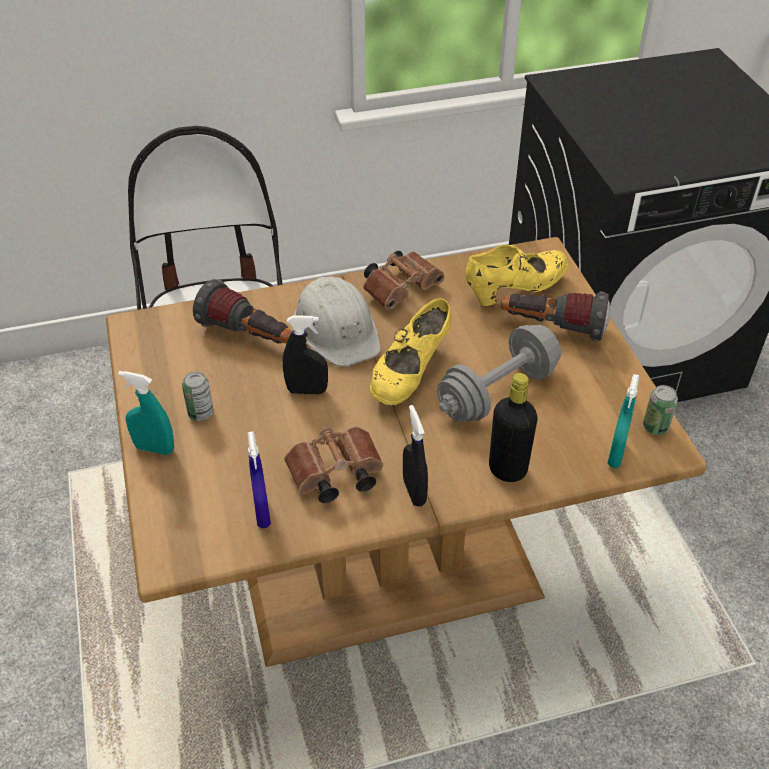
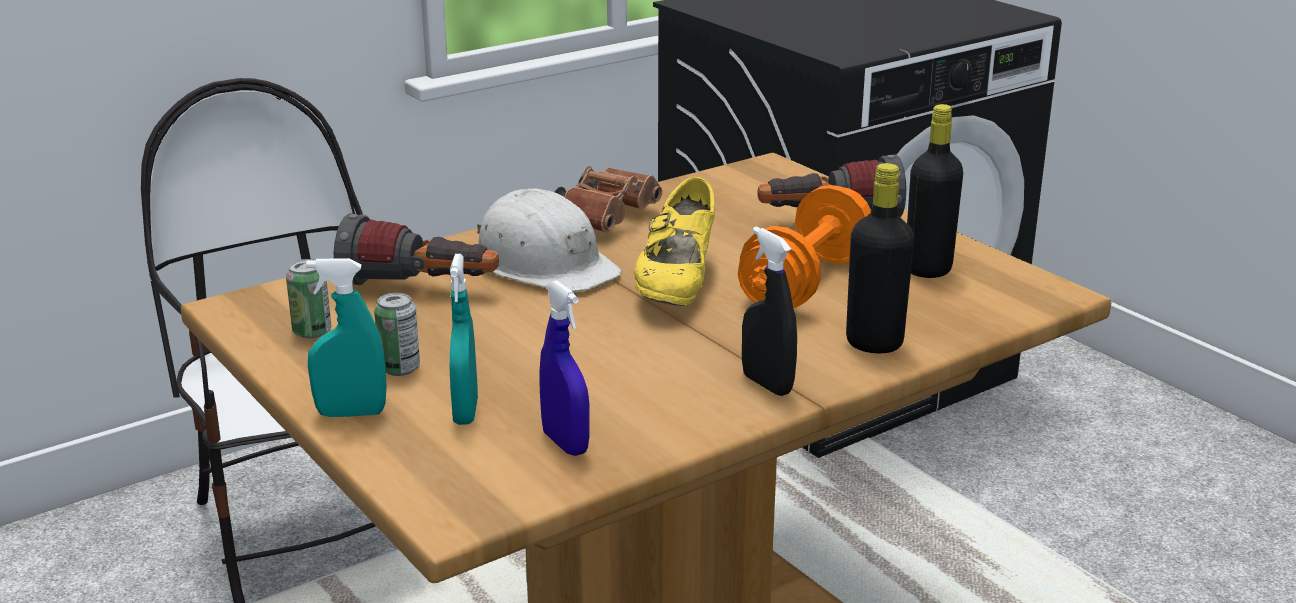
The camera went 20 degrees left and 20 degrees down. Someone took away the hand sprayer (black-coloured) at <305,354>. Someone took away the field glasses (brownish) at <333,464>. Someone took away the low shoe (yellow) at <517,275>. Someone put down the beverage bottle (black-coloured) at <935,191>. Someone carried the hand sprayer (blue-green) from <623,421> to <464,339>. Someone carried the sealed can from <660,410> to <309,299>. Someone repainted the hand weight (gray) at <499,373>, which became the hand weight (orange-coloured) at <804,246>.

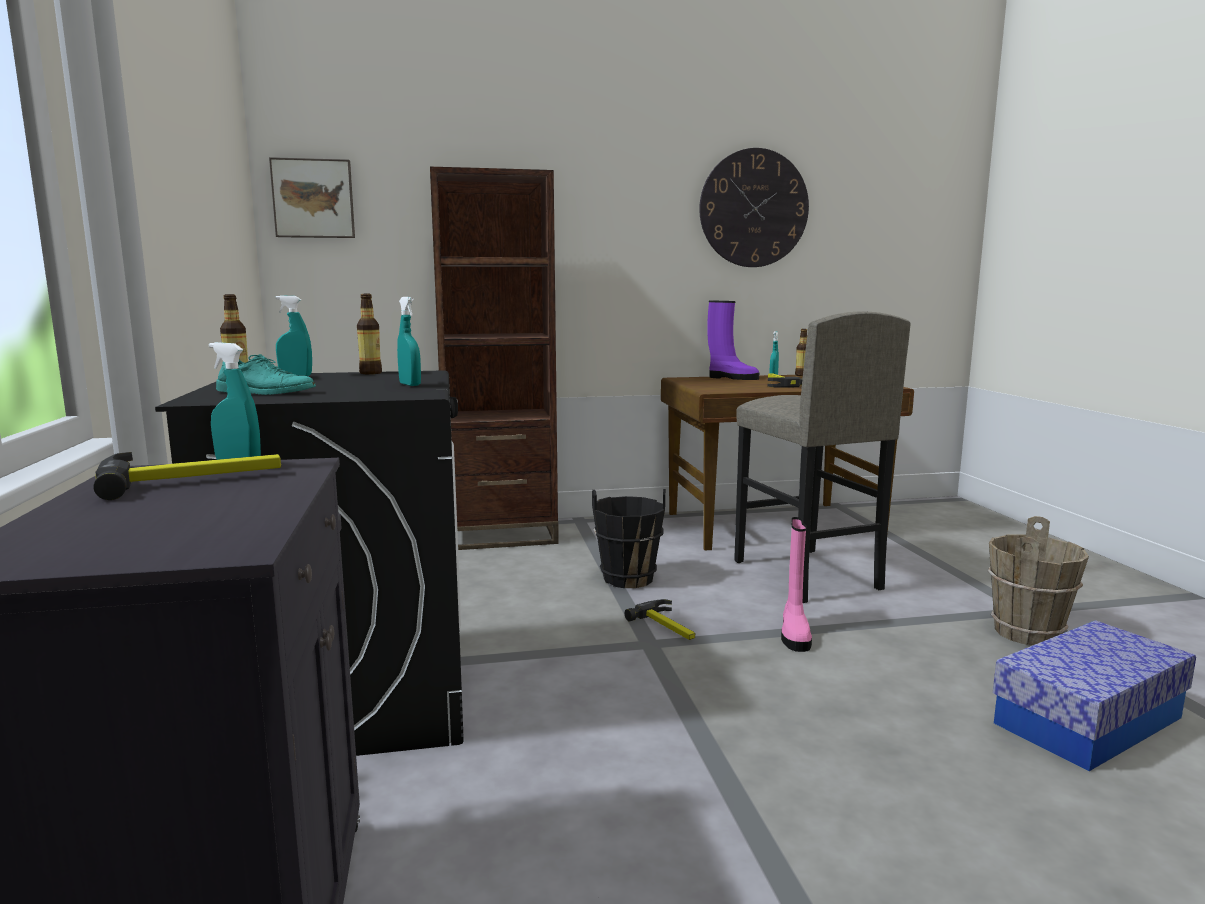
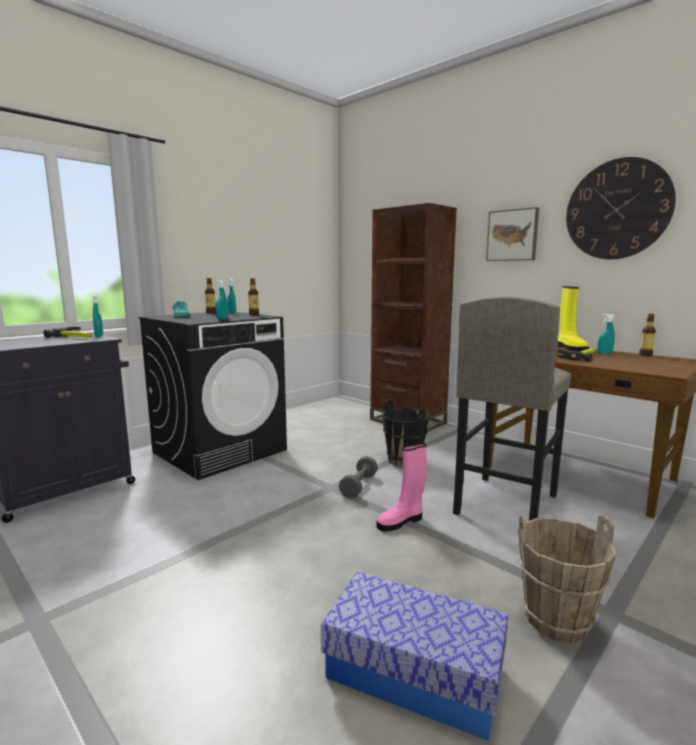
The camera went 55 degrees right and 0 degrees up. Someone carried the wall art from <312,197> to <512,234>. Someone swapped the tool hammer at <659,619> for the hand weight (gray) at <358,477>. Someone repainted the tall boot (purple-coloured) at <733,340>, which became the tall boot (yellow) at <573,319>.

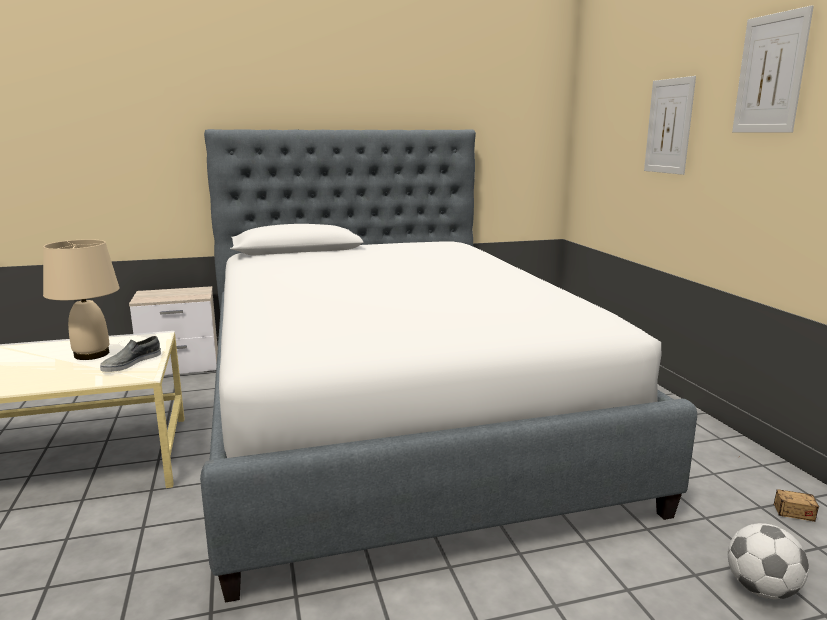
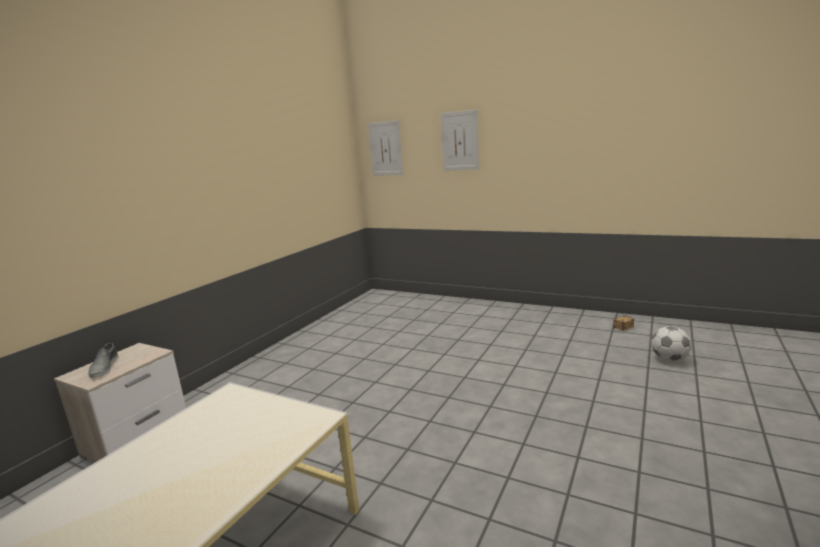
The camera went 45 degrees left and 0 degrees up. Someone took away the tabletop lamp (beige-coloured) at <81,299>. Someone took away the bedroom bed at <448,366>. Someone carried the low shoe (gray) from <130,354> to <103,360>. Someone carried the wall art from <773,69> to <385,148>.

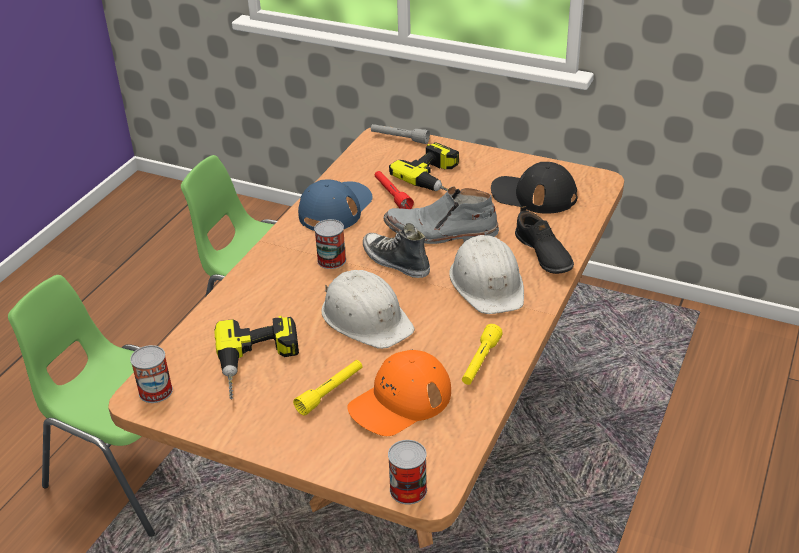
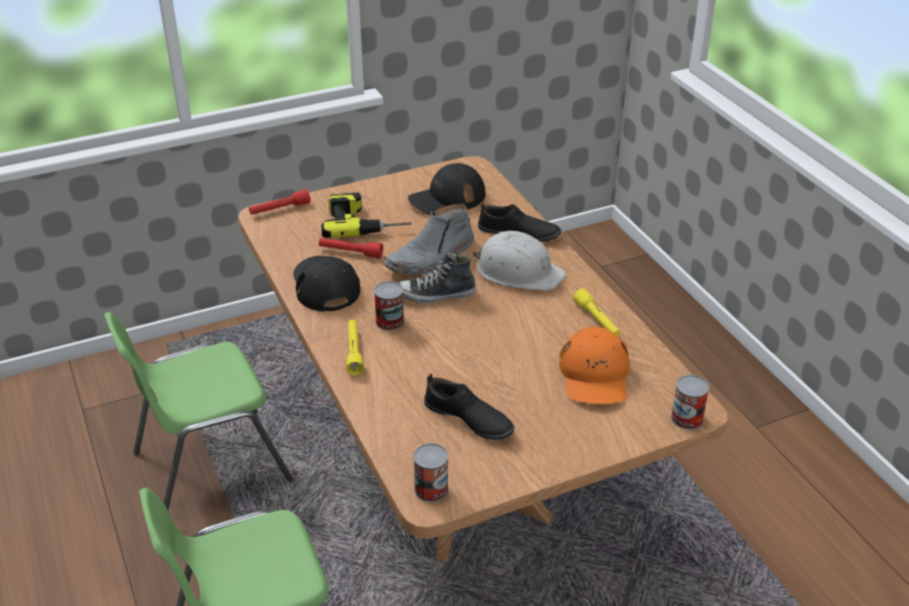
The camera went 50 degrees left and 0 degrees up. Someone took away the hard hat (white) at <368,309>. Someone carried the torch (yellow) from <327,388> to <355,347>. Someone swapped the drill at <256,358> for the low shoe (black-coloured) at <469,406>. Someone repainted the cap (blue) at <335,205>, which became the cap (black-coloured) at <326,284>. Someone repainted the torch (gray) at <400,134>, which became the torch (red-coloured) at <279,202>.

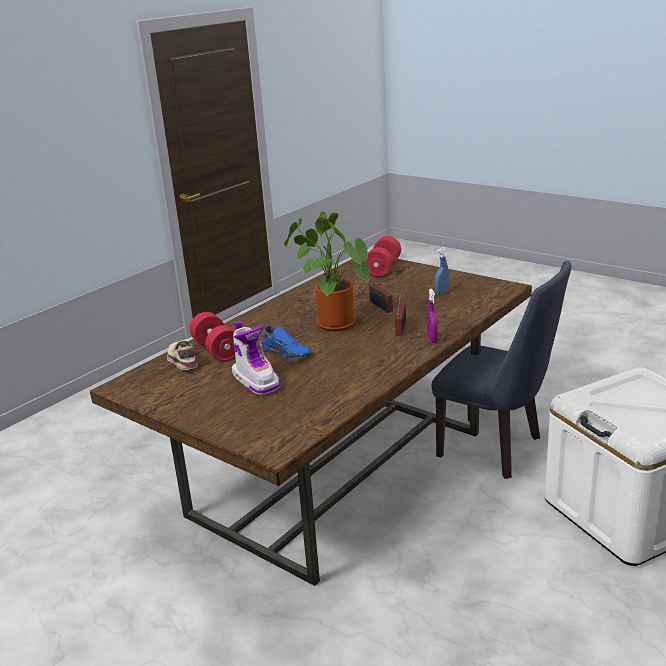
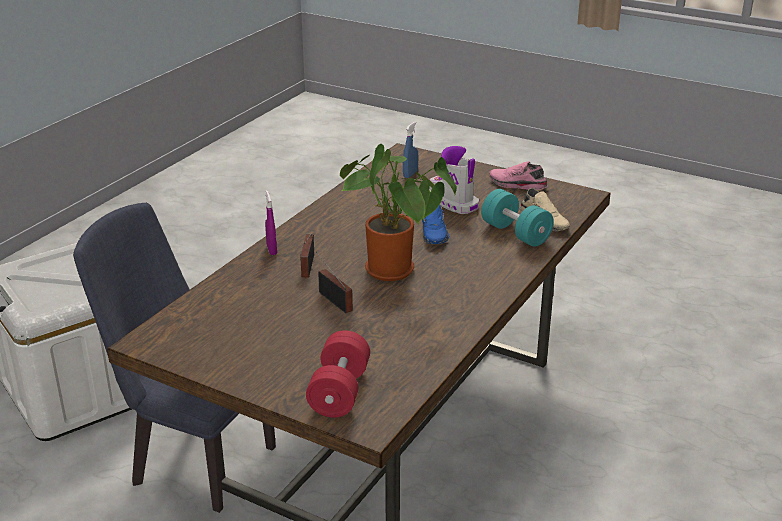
The camera went 170 degrees right and 5 degrees up. Someone put down the low shoe (pink) at <518,175>. Someone carried the hand sprayer (blue) from <442,271> to <410,149>. Someone repainted the hand weight (red-coloured) at <212,337>, which became the hand weight (blue-green) at <517,218>. Someone rotated the low shoe (blue) at <286,343> by 120 degrees counterclockwise.

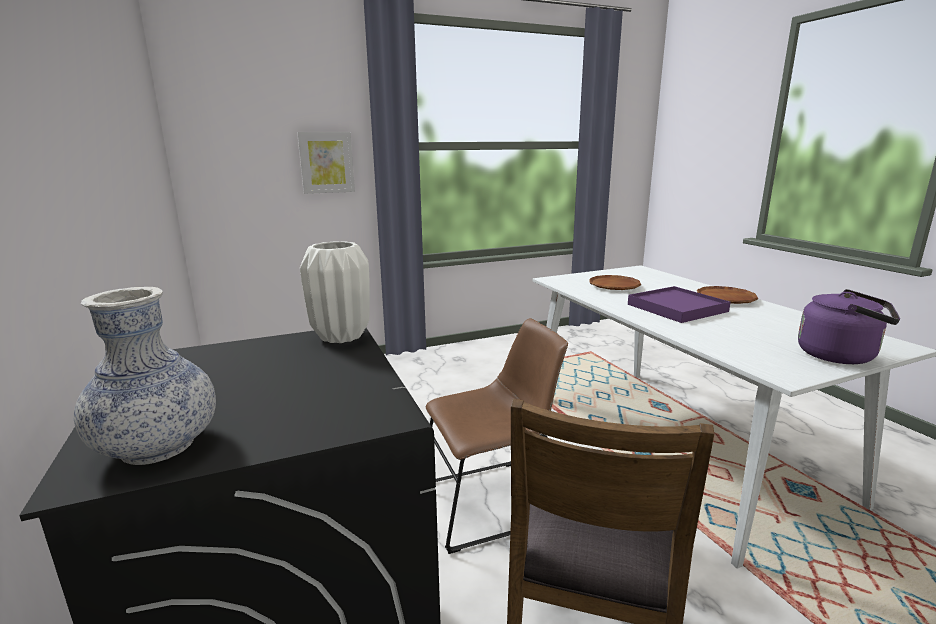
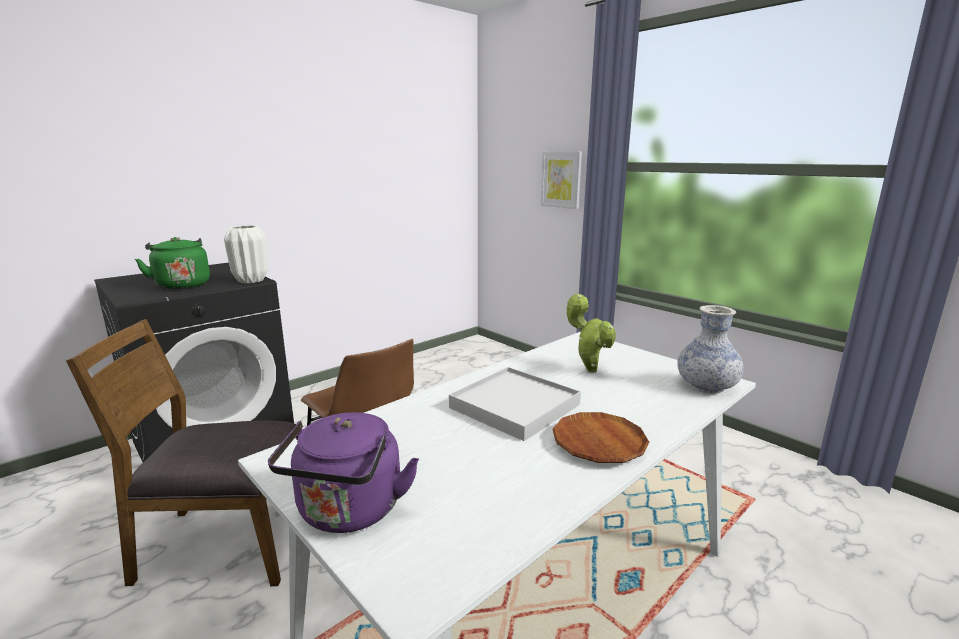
The camera went 70 degrees right and 0 degrees up. Someone put down the tea kettle (green-coloured) at <172,263>. Someone carried the flower vase from <145,376> to <710,349>. Someone swapped the flat dish (brownish) at <615,282> for the plant in a pot at <591,333>. Someone repainted the serving tray (purple-coloured) at <679,304>, which became the serving tray (white) at <515,404>.

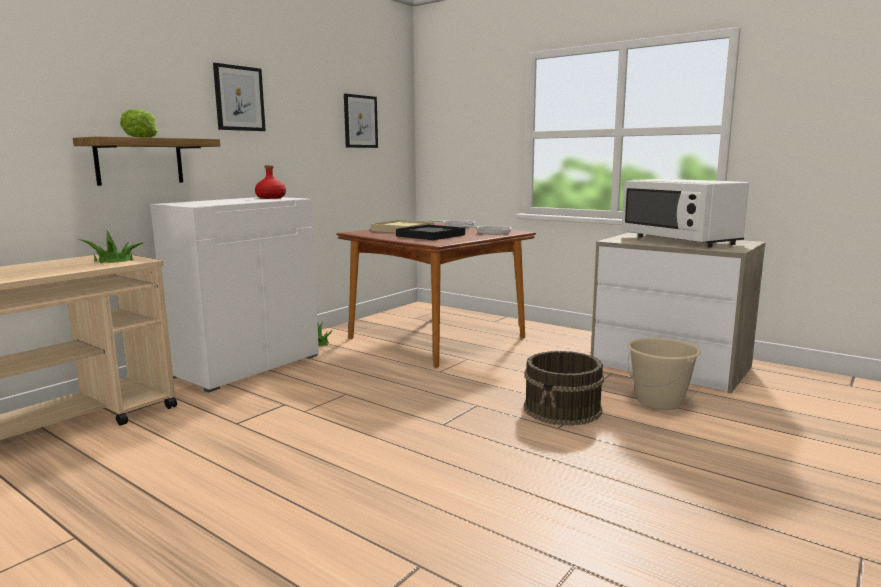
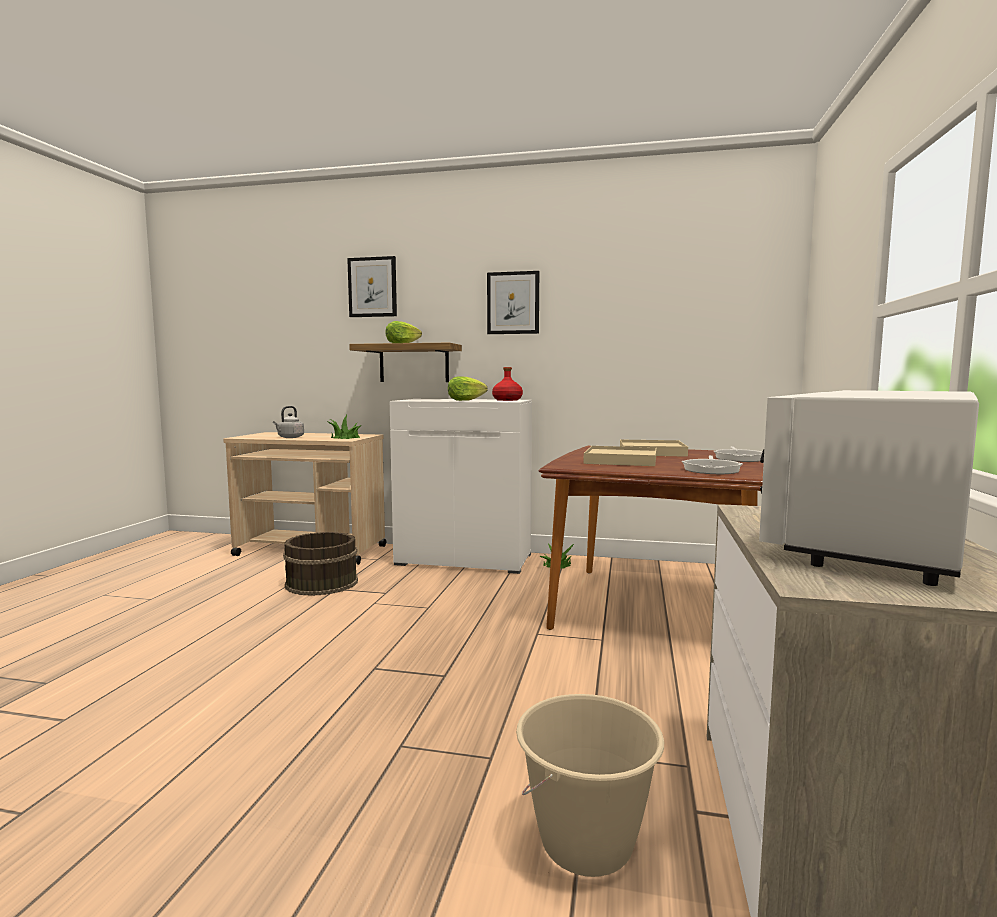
The camera went 65 degrees right and 5 degrees down. Someone put down the tea kettle (gray) at <288,422>. Someone put down the lettuce at <468,388>. Someone carried the wall art from <361,121> to <372,286>. Someone carried the pail (brownish) from <564,388> to <320,564>. Someone repainted the serving tray (black-coloured) at <430,232>, which became the serving tray (beige-coloured) at <620,456>.

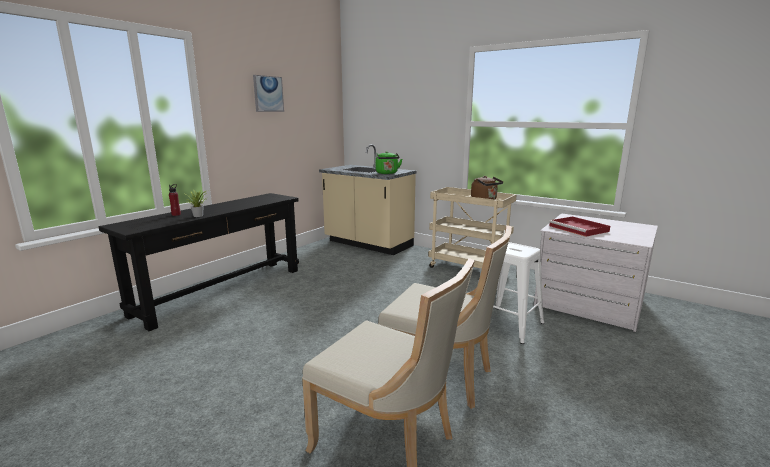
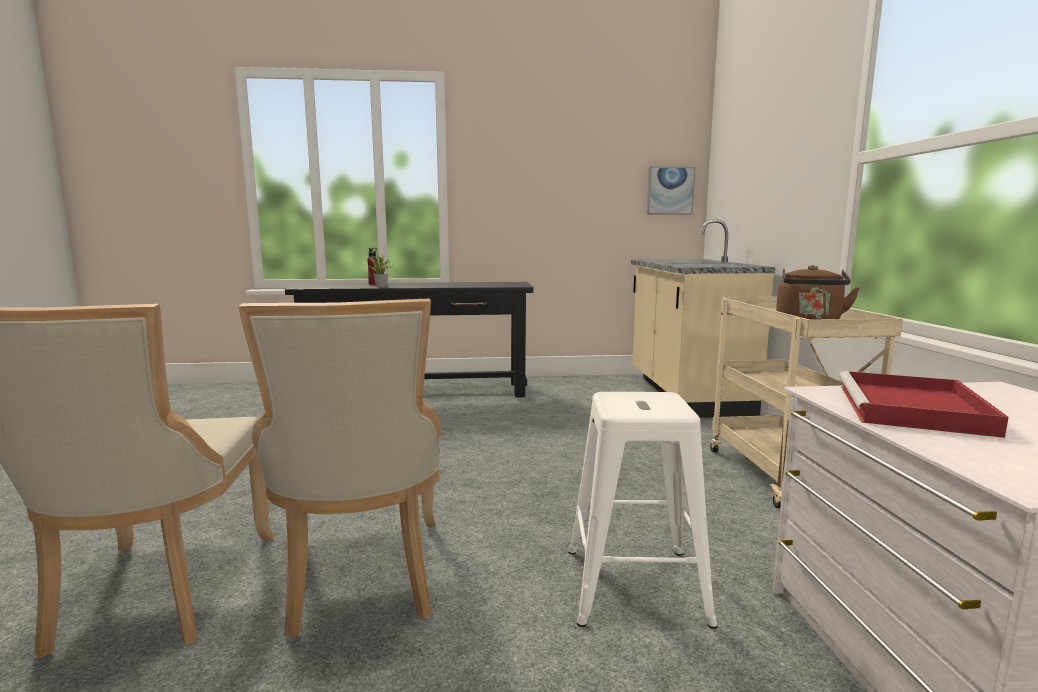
The camera went 50 degrees right and 5 degrees down. Someone took away the tea kettle (green-coloured) at <389,162>. Someone carried the wall art from <268,93> to <671,190>.

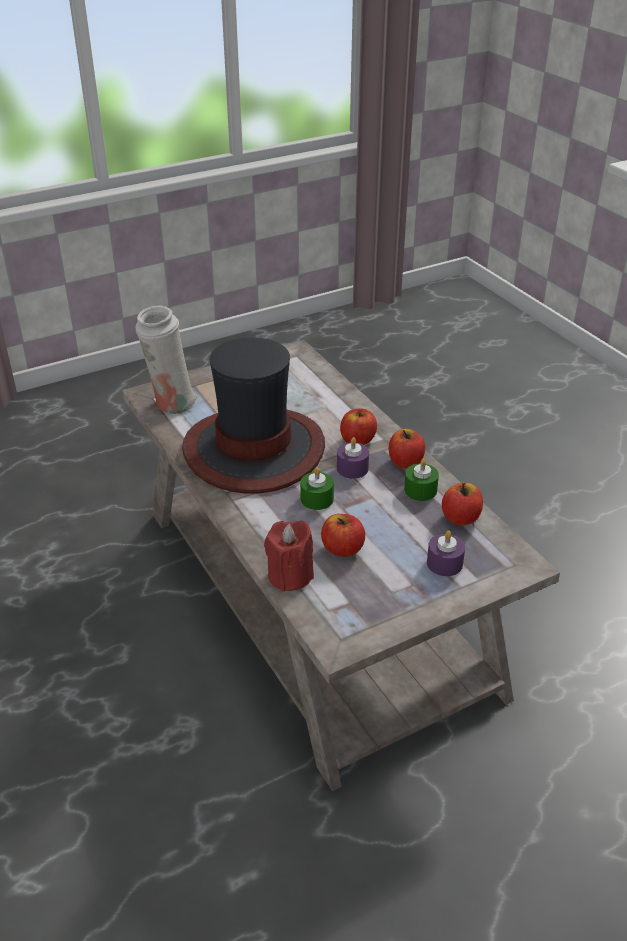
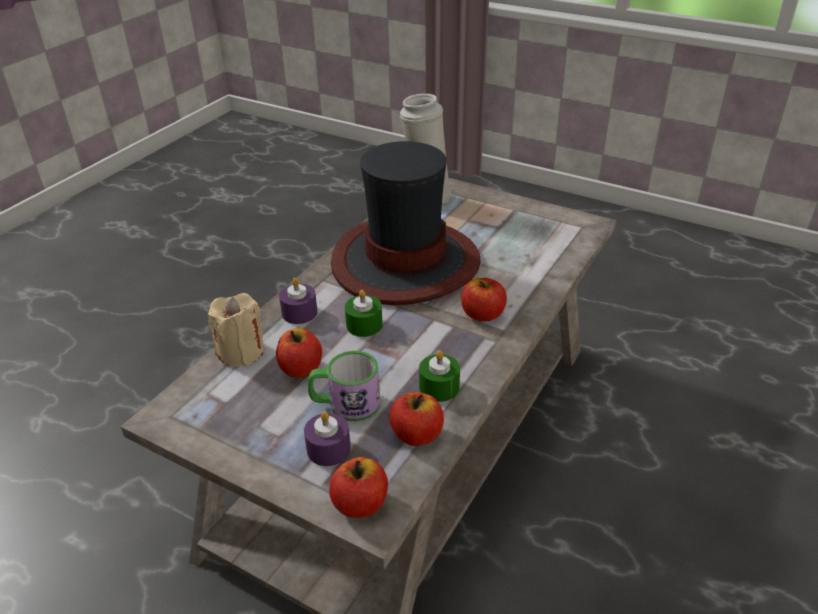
The camera went 60 degrees right and 0 degrees up. Someone put down the tea mug at <344,386>. Someone carried the wax light (purple-coloured) from <353,458> to <298,301>. Someone carried the apple from <407,449> to <358,487>. Someone repainted the wax light (red-coloured) at <289,556>, which became the wax light (beige-coloured) at <236,329>.

